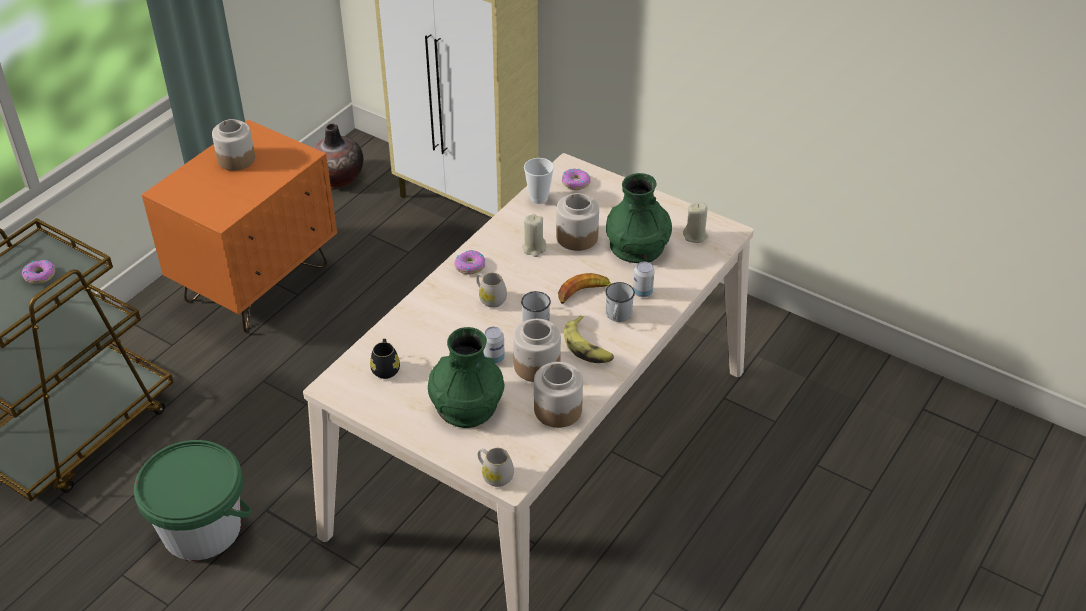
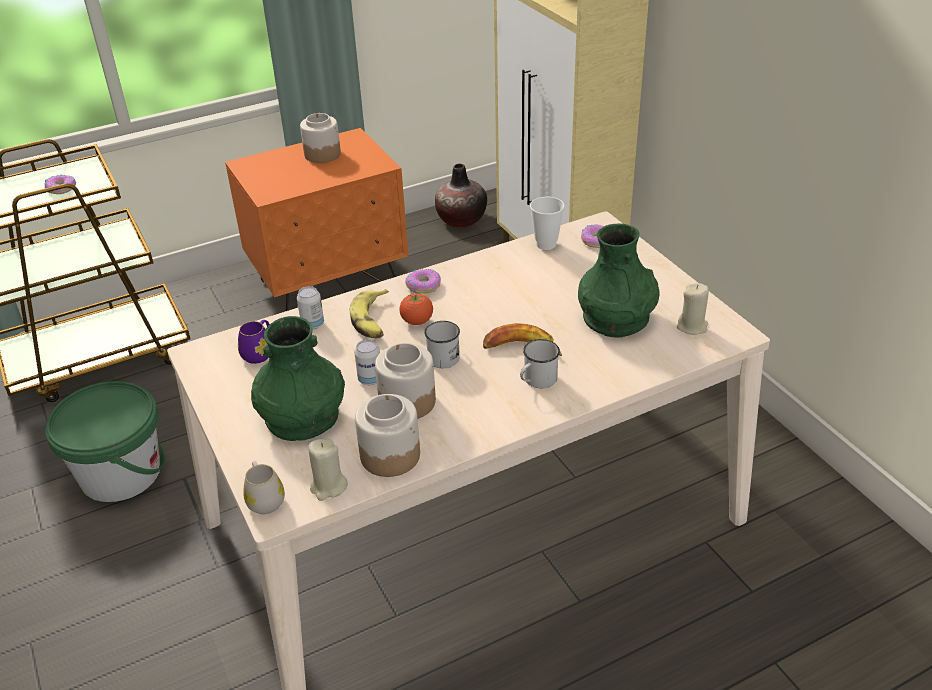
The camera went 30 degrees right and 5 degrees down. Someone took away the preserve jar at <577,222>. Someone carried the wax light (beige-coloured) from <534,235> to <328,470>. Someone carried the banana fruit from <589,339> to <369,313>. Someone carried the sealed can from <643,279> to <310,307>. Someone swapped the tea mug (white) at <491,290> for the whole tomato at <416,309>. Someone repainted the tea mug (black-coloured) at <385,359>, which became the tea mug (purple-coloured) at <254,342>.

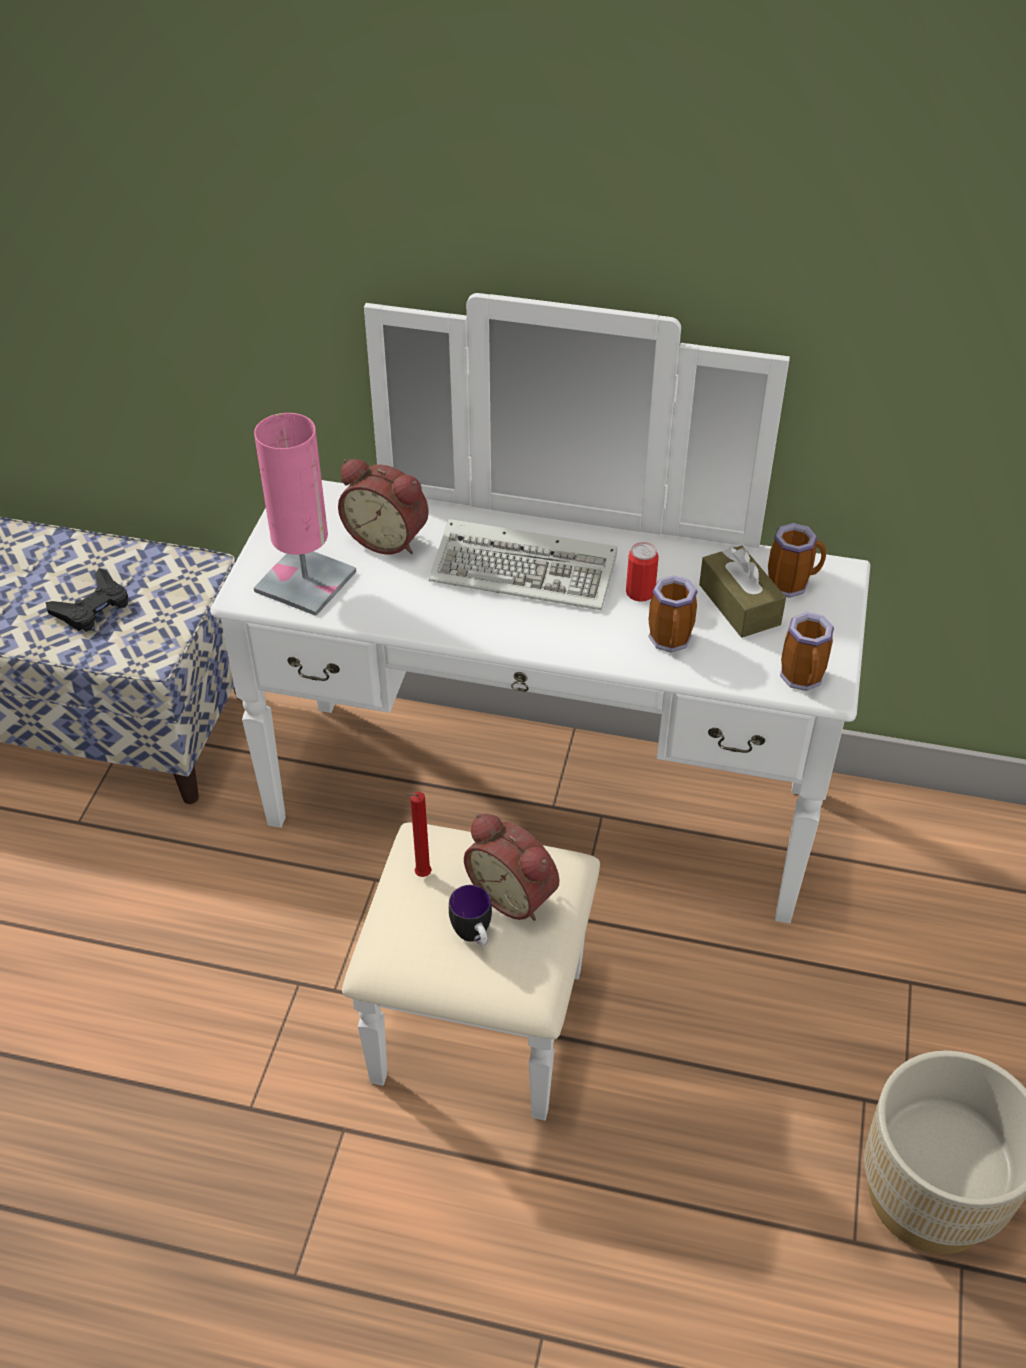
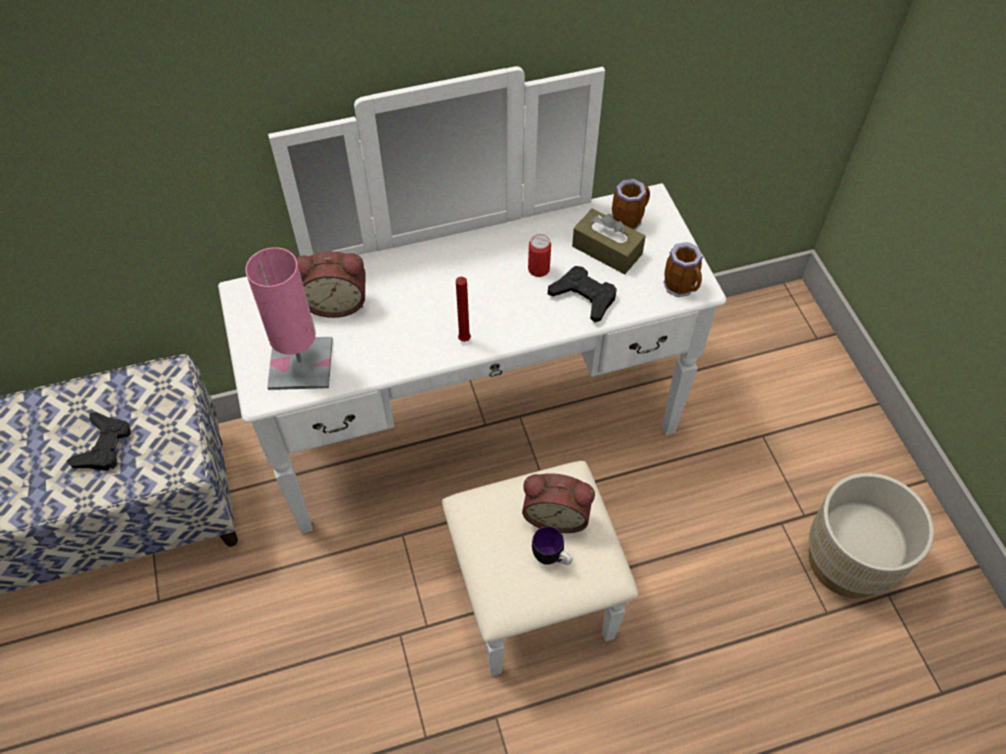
The camera went 30 degrees left and 10 degrees up. Someone took away the keyboard at <523,564>. Someone carried the wax light (red-coloured) from <418,834> to <463,309>. Someone swapped the tea mug at <672,614> for the game controller (black-coloured) at <582,294>.

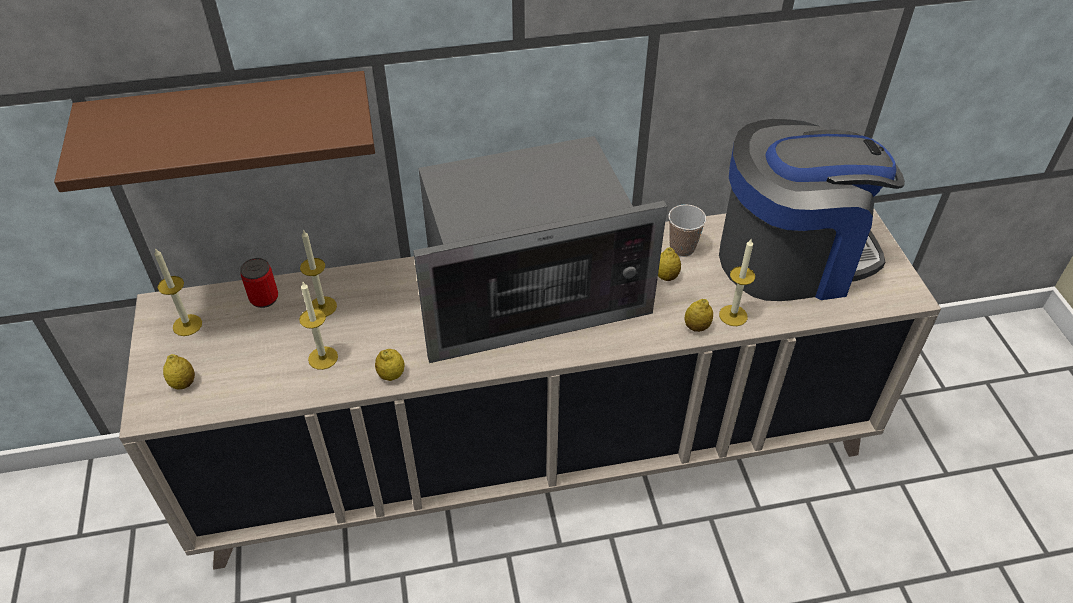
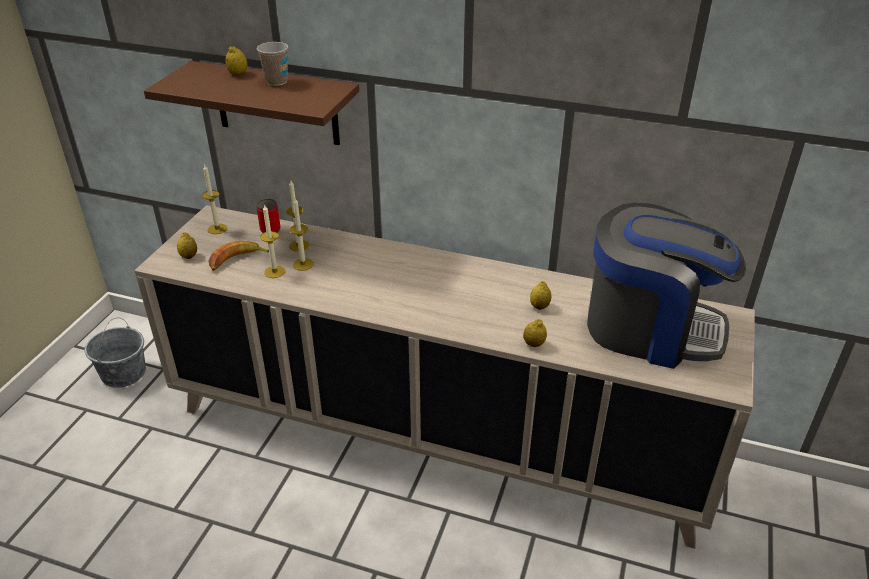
The camera went 30 degrees right and 10 degrees down. Someone took away the microwave oven at <540,249>. Someone put down the pail (gray) at <115,353>. Someone put down the banana fruit at <238,255>. Someone carried the whole lemon from <390,365> to <236,60>. Someone carried the small cup from <687,231> to <272,64>. Someone carried the wax light from <737,282> to <302,234>.

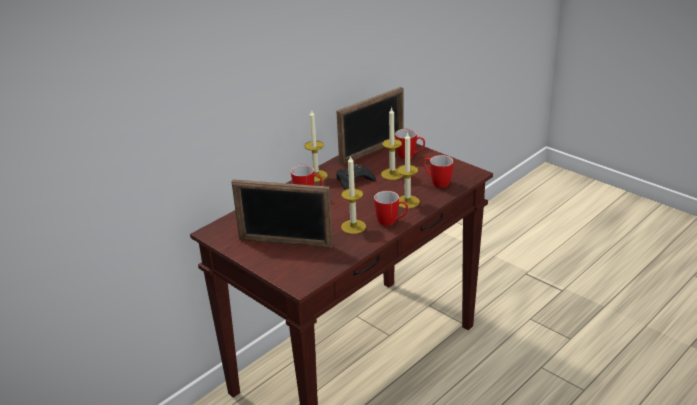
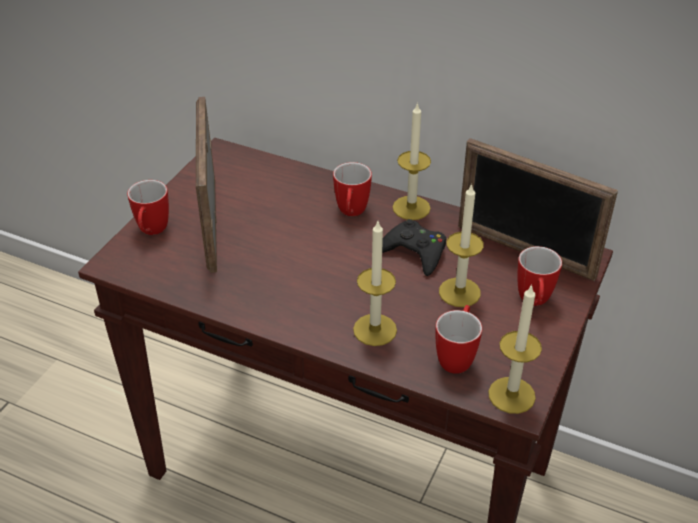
The camera went 70 degrees right and 10 degrees up. Someone carried the wax light from <353,194> to <515,349>. Someone carried the tea mug from <391,208> to <148,207>.

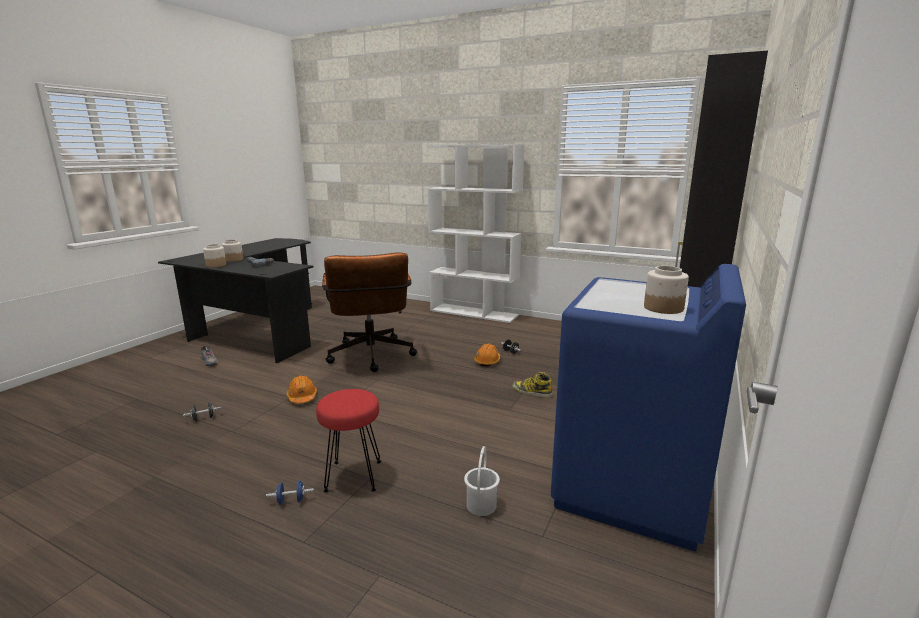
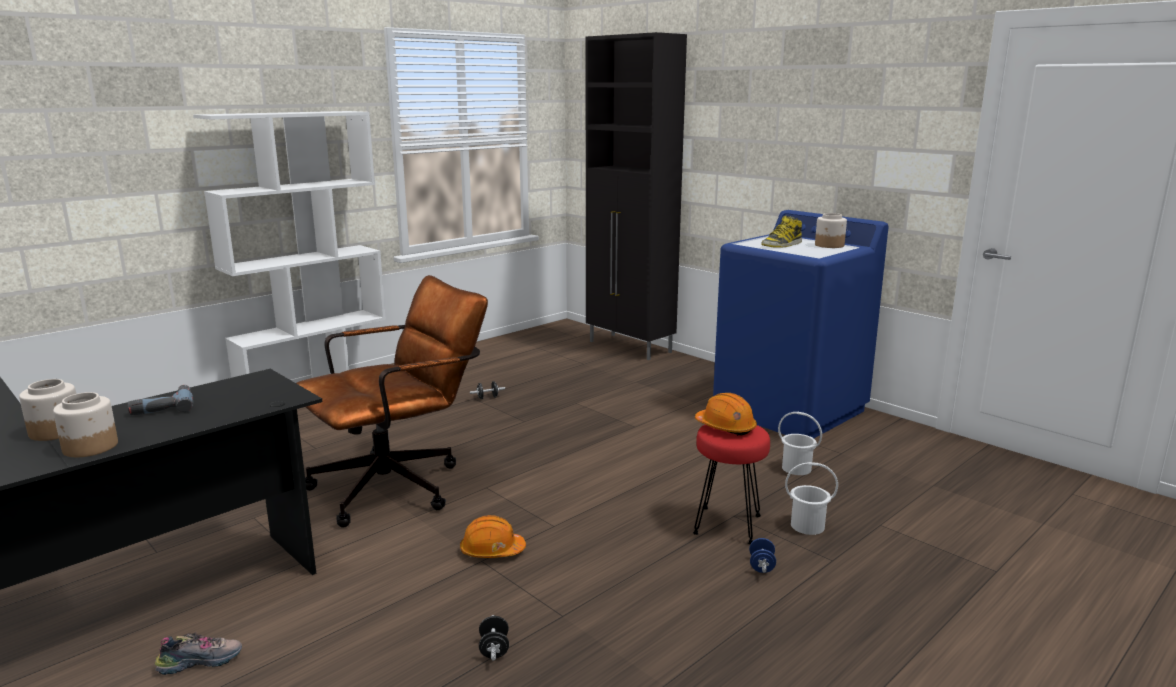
The camera went 70 degrees left and 0 degrees up. Someone put down the pail (white) at <811,498>. Someone carried the hard hat (orange-coloured) from <487,355> to <726,414>. Someone carried the tall boot from <533,385> to <781,232>. Someone rotated the office chair (brownish) at <369,312> by 45 degrees counterclockwise.

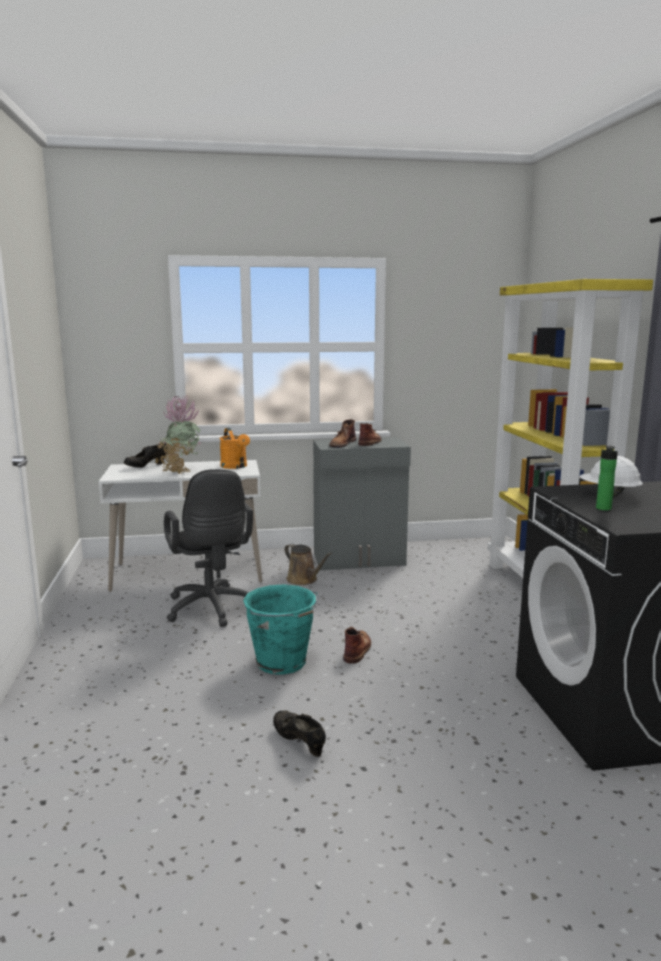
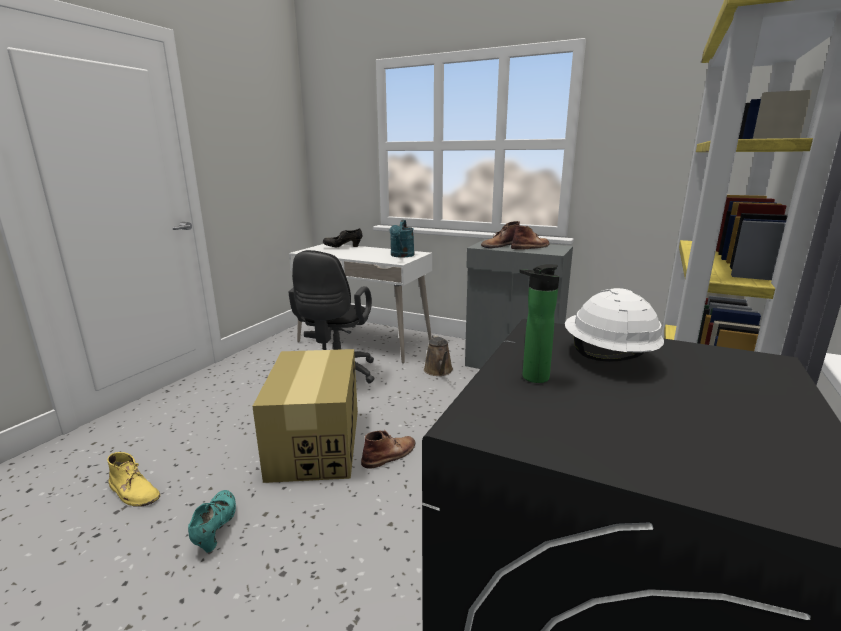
The camera went 35 degrees right and 5 degrees up. Someone took away the plant in a pot at <179,435>. Someone put down the tall boot (yellow) at <133,479>. Someone swapped the pail (blue-green) at <281,629> for the packing box at <305,416>. Someone repainted the watering can (orange-coloured) at <235,448>, which became the watering can (blue-green) at <402,239>. Someone repainted the low shoe (black-coloured) at <299,733>, which became the low shoe (blue-green) at <212,521>.

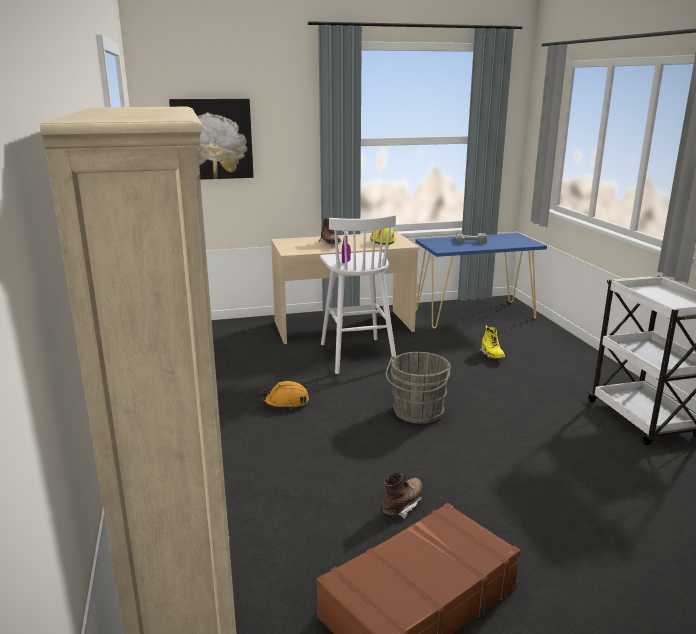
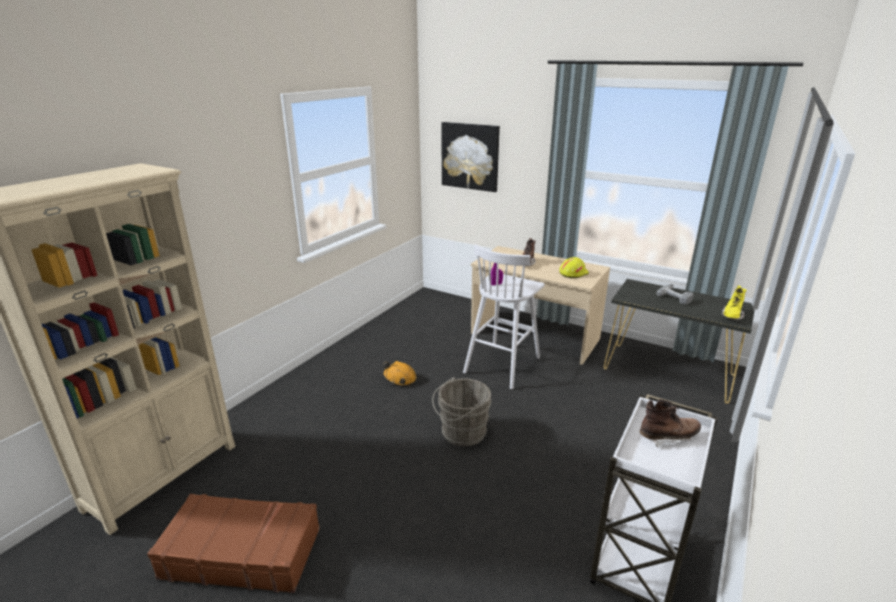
The camera went 45 degrees right and 5 degrees up. Someone carried the tall boot (brownish) from <402,495> to <670,423>. Someone carried the tall boot (yellow) from <492,342> to <733,303>. Someone repainted the narrow table (blue) at <481,280>, which became the narrow table (black-coloured) at <679,341>.

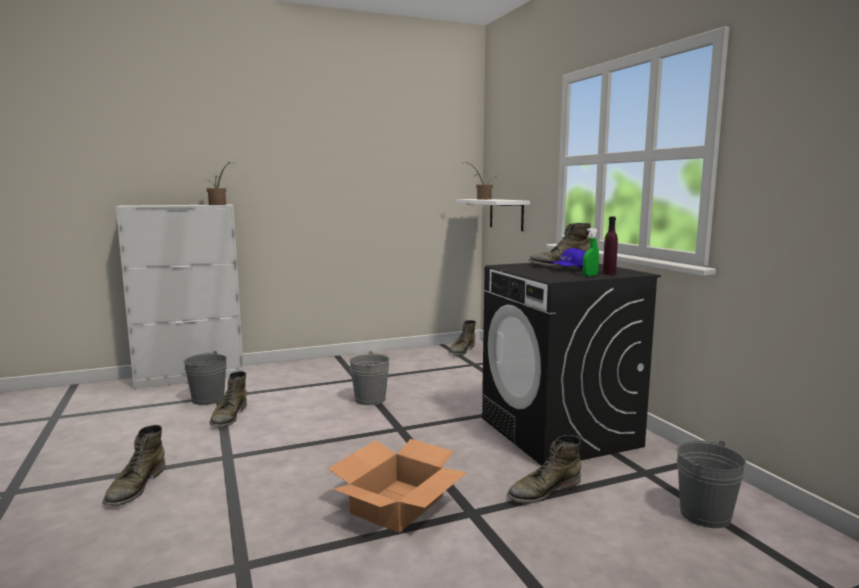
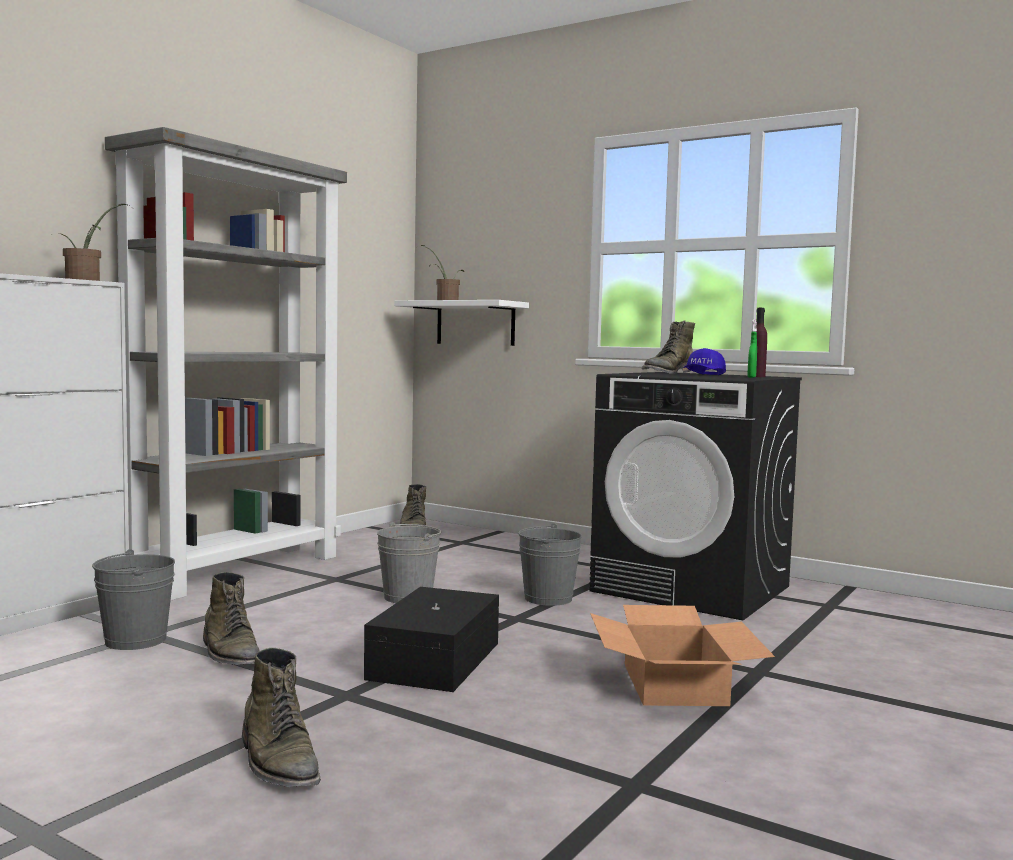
The camera went 35 degrees left and 5 degrees down. Someone took away the tall boot (green-coloured) at <544,469>. Someone put down the shelving unit (gray) at <226,363>. Someone put down the storage bin (black-coloured) at <431,639>. Someone carried the pail (gray) from <711,484> to <550,564>.

